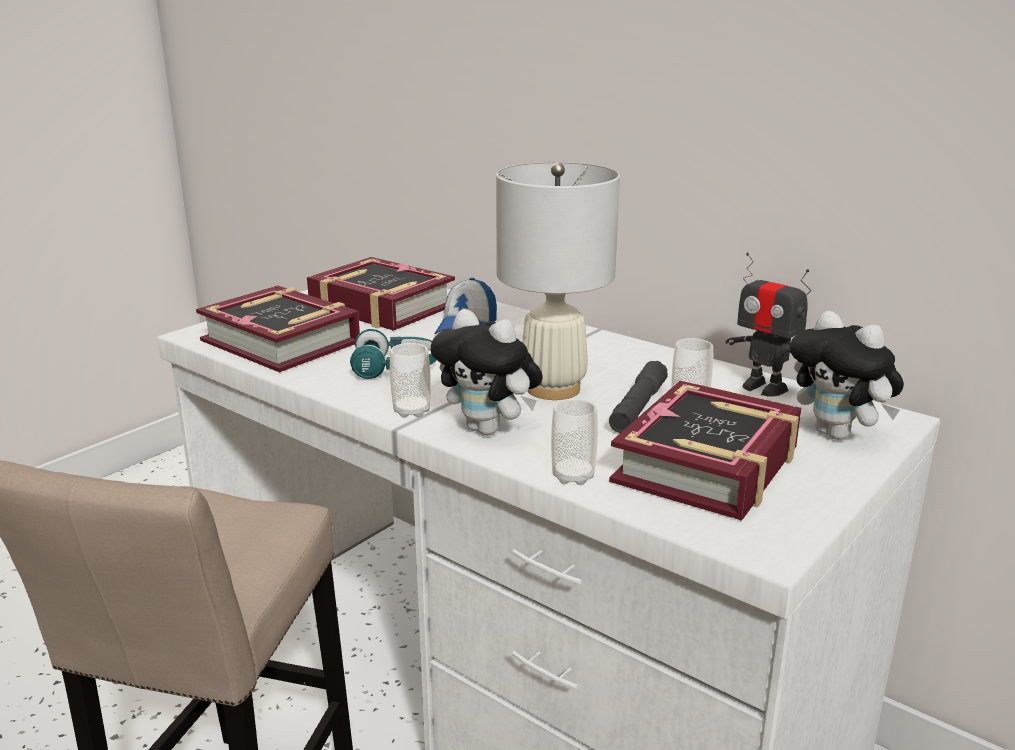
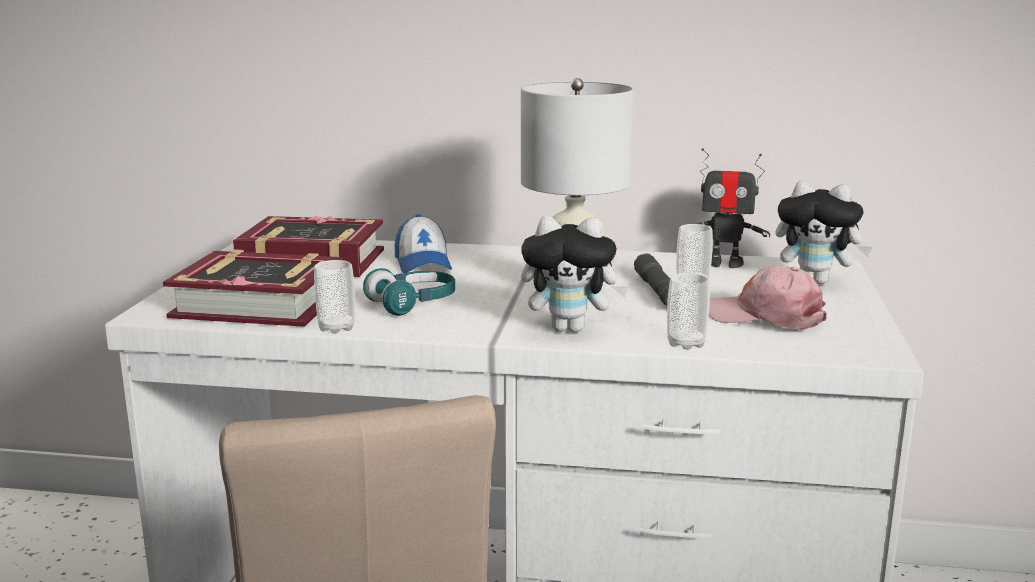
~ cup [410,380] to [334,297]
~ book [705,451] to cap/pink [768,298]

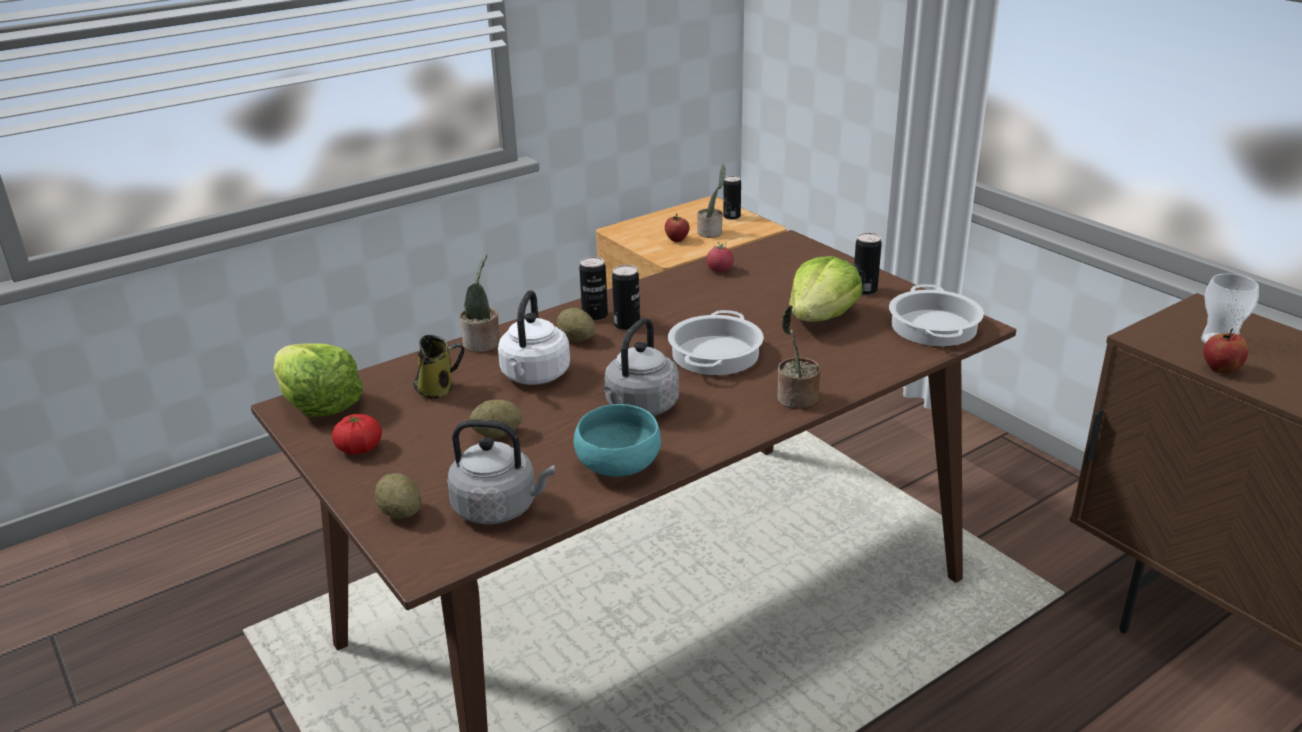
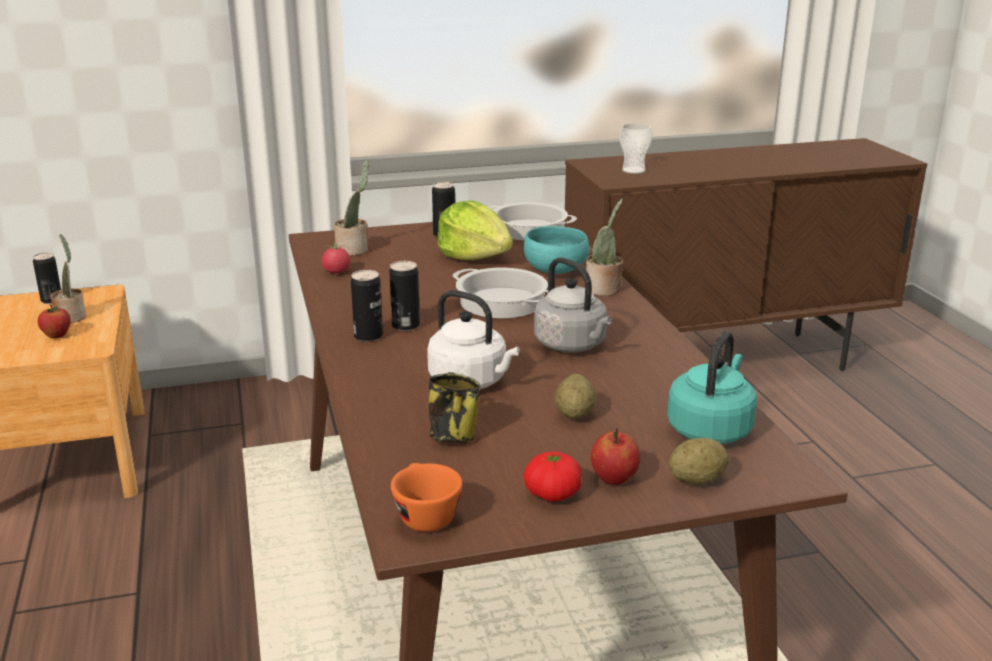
- potato [576,325]
~ potted plant [480,303] to [351,208]
~ bowl/turquoise [617,440] to [556,250]
~ apple [1225,351] to [616,456]
~ lettuce [318,380] to cup/orange [427,497]
~ kettle/grey [501,472] to kettle/turquoise [712,387]

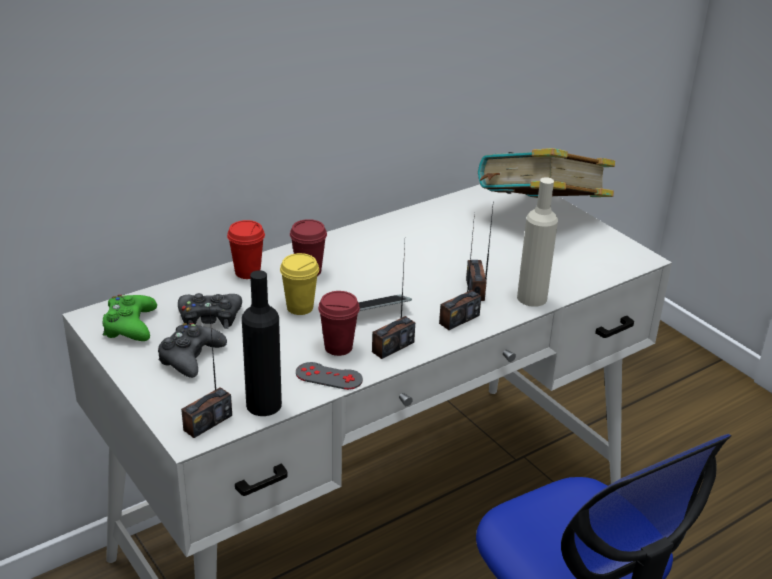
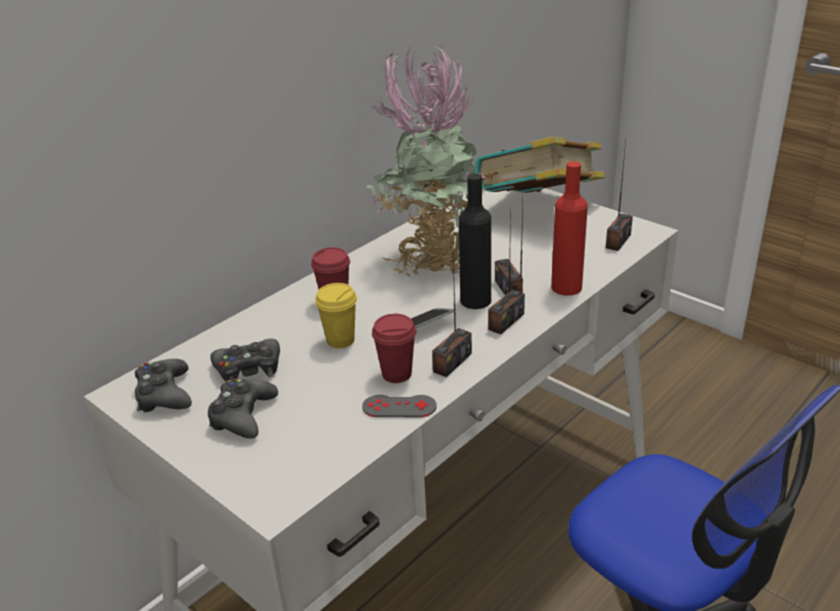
- cup/red [246,249]
+ potted plant [426,161]
~ radio [206,370] to [619,196]
~ bottle/black [262,343] to [475,241]
~ game controller/green [130,318] to game controller/black [163,385]
~ bottle/beige [537,242] to bottle/red [569,228]

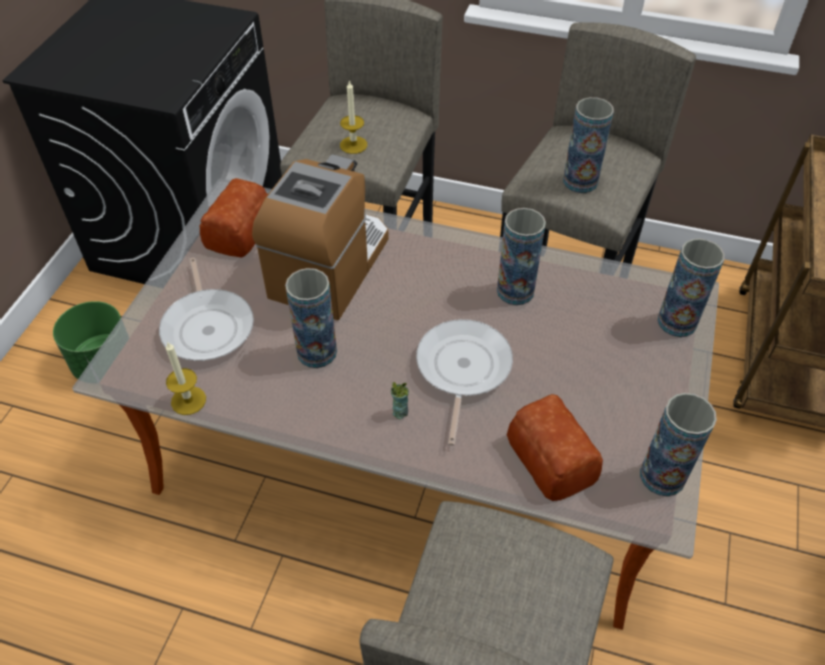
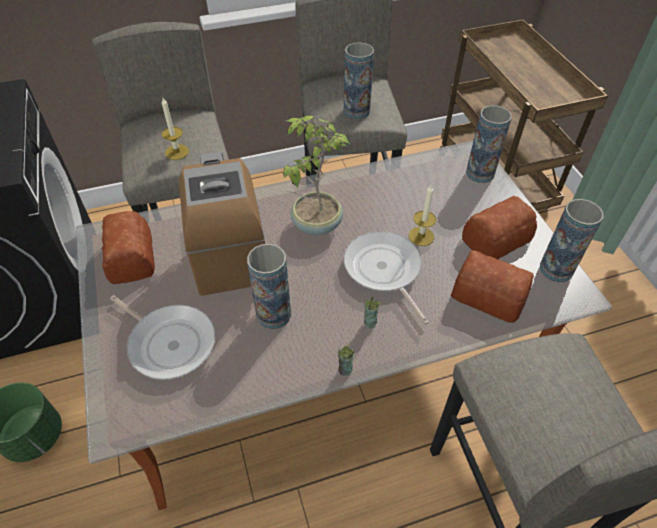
- vase [521,256]
+ potted plant [316,175]
+ cup [346,360]
+ bread [499,227]
~ candle [186,378] to [422,215]

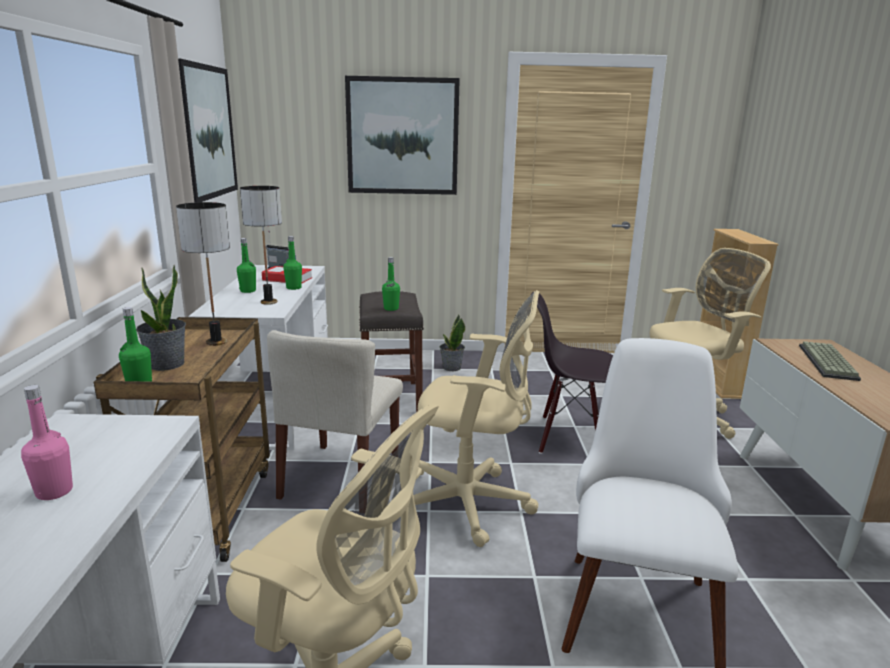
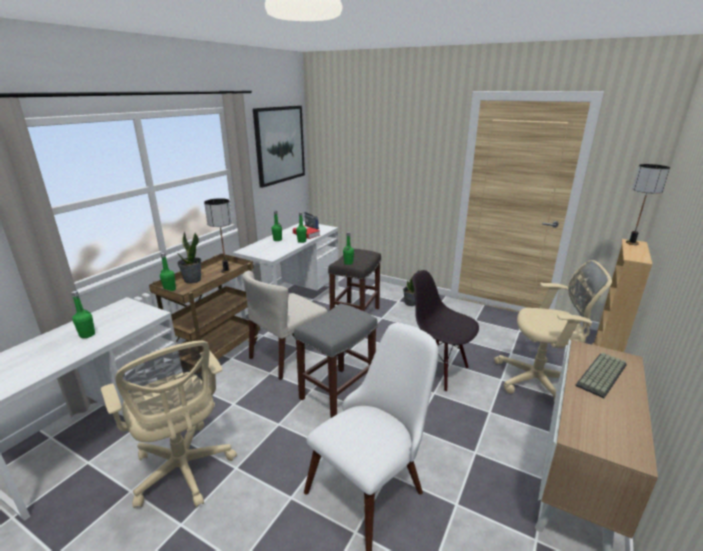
- picture [402,135]
~ table lamp [261,245] to [648,204]
~ office chair/beige [476,418] to stool/grey [335,360]
~ bottle/pink [47,442] to bottle/green [83,314]

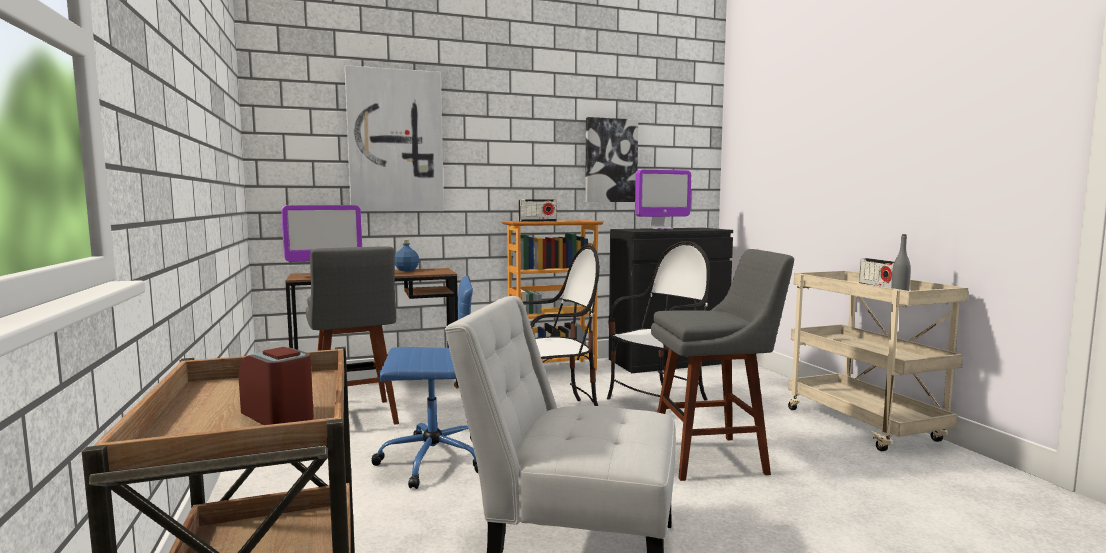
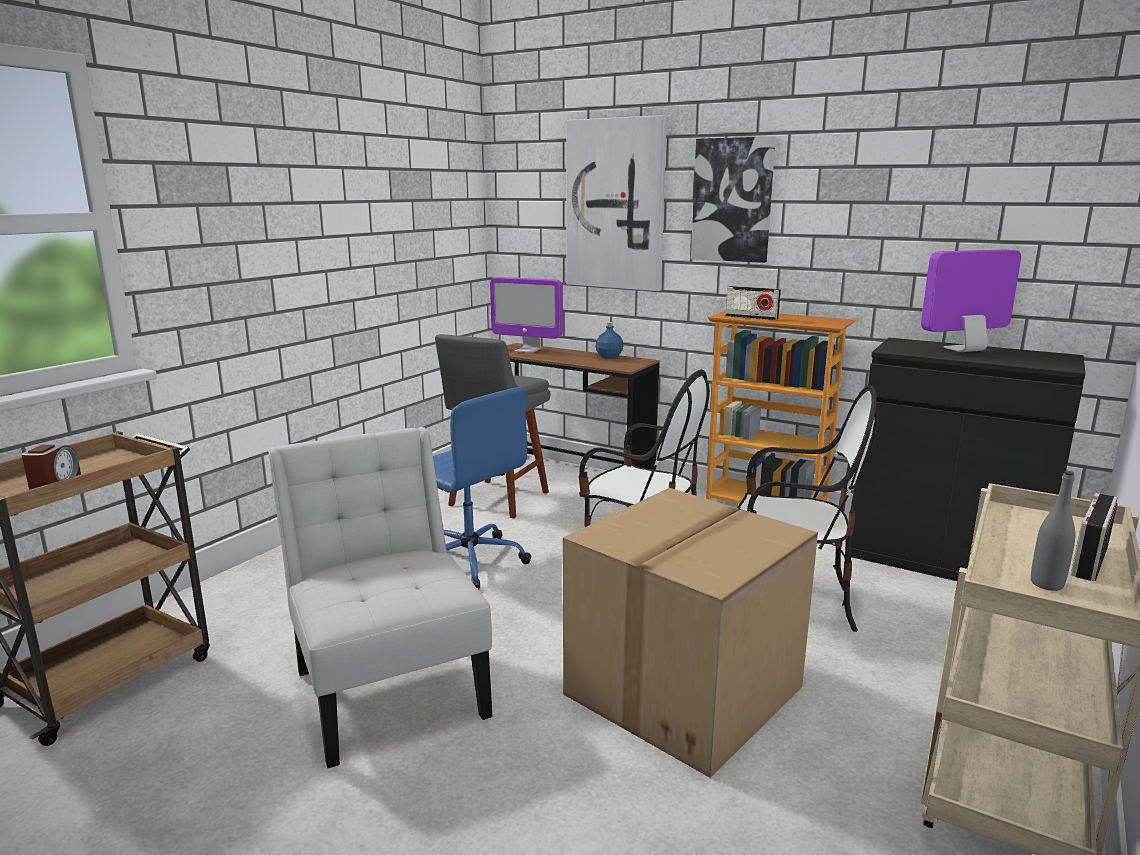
~ picture [611,159] to [733,199]
~ stool/grey [722,365] to cardboard box [690,633]
~ monitor [663,199] = [971,301] 135 degrees clockwise

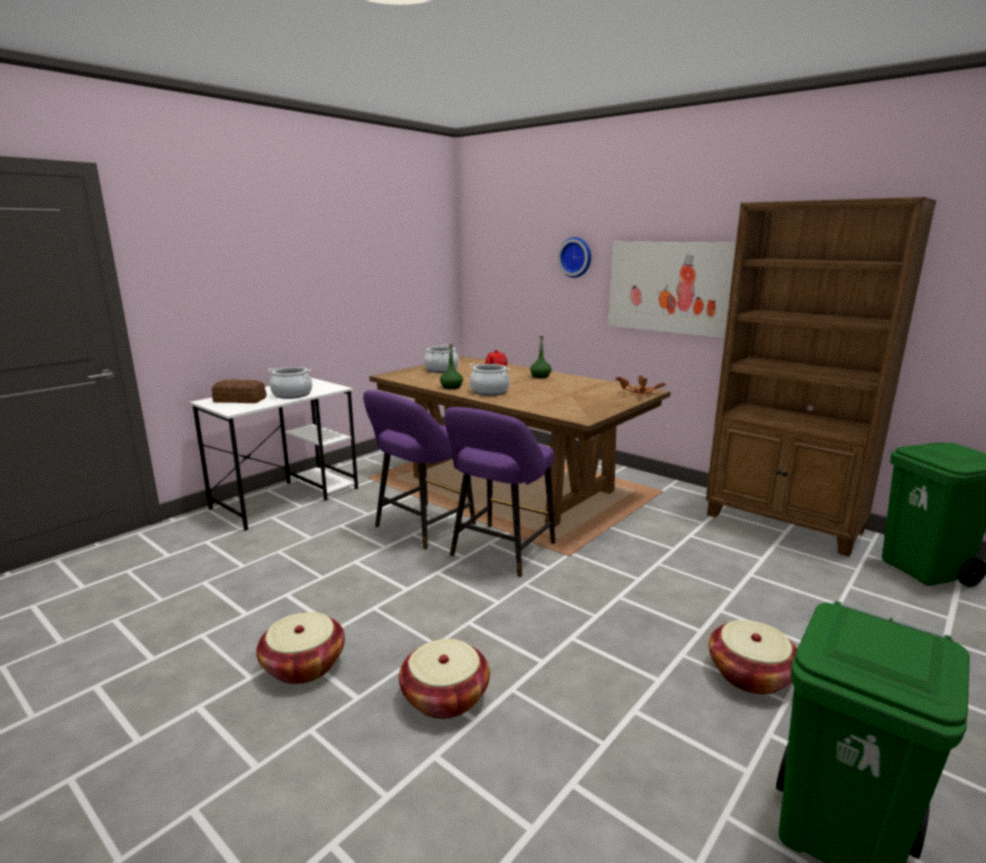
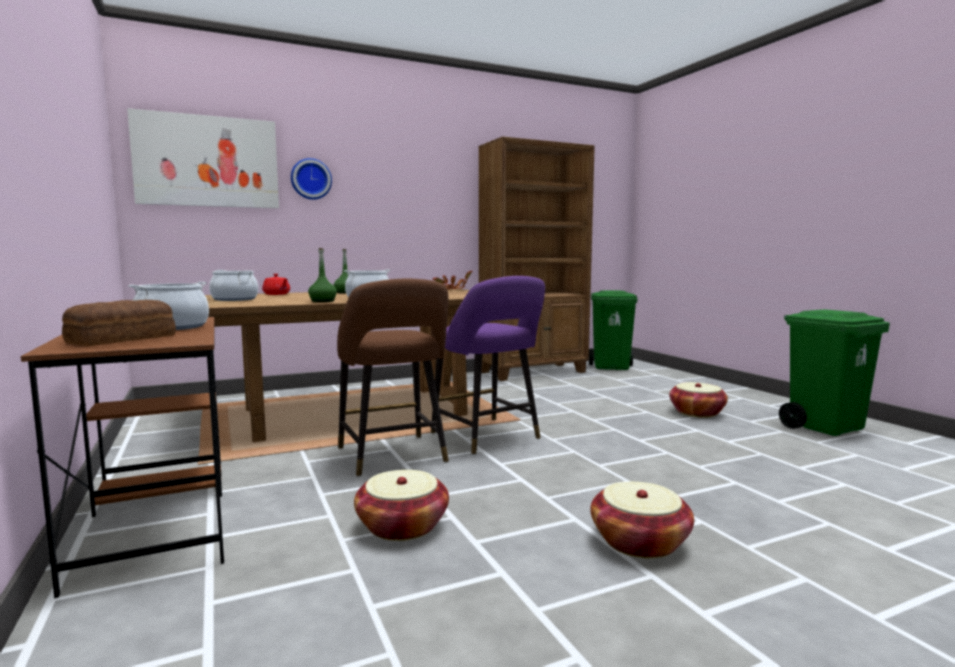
~ basket [444,679] to [401,505]
~ picture [672,290] to [203,158]
~ desk/white [273,454] to desk/brown [122,457]
~ stool/purple [419,470] to stool/brown [393,378]

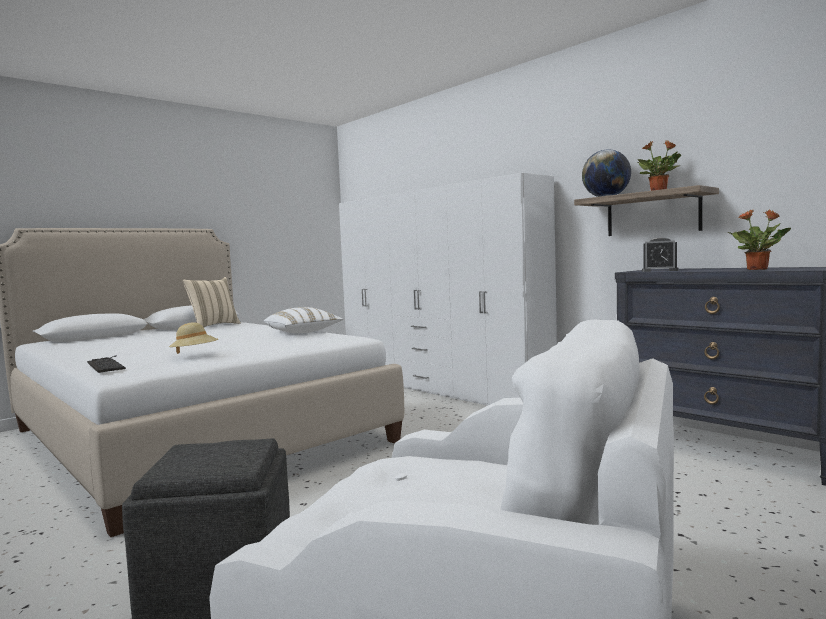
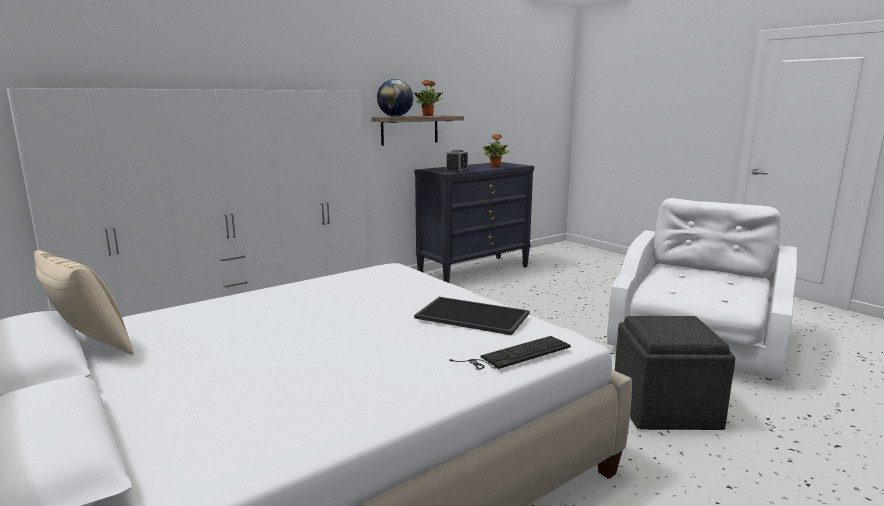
- pillow/white [303,320]
~ hat/beige [193,338] to tray [472,316]

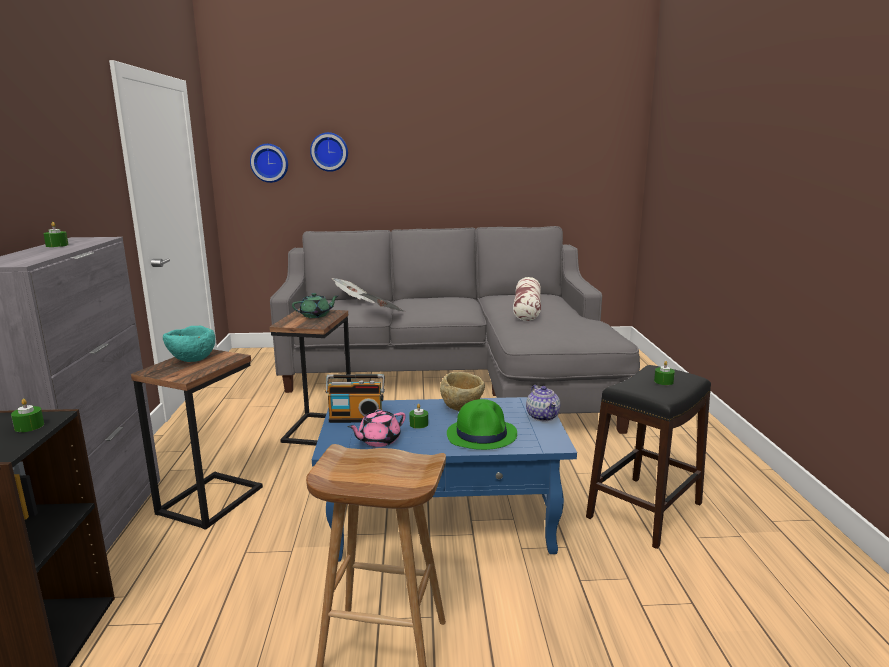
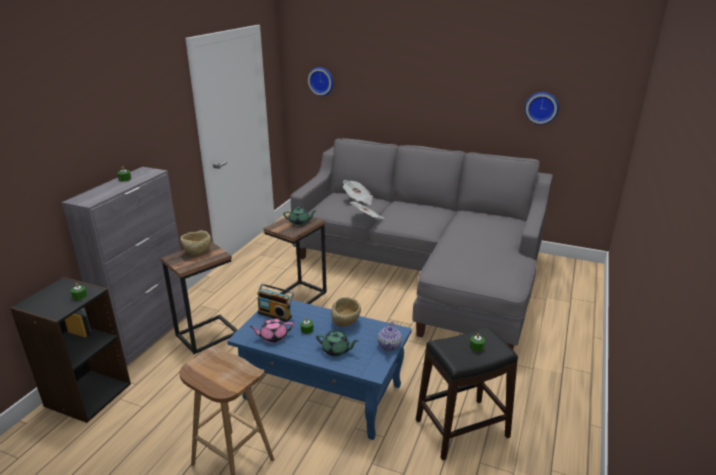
- pillow [527,299]
~ wall clock [329,152] to [542,108]
~ hat/green [482,424] to teapot/green [337,343]
~ bowl/turquoise [189,344] to bowl/beige [195,242]

